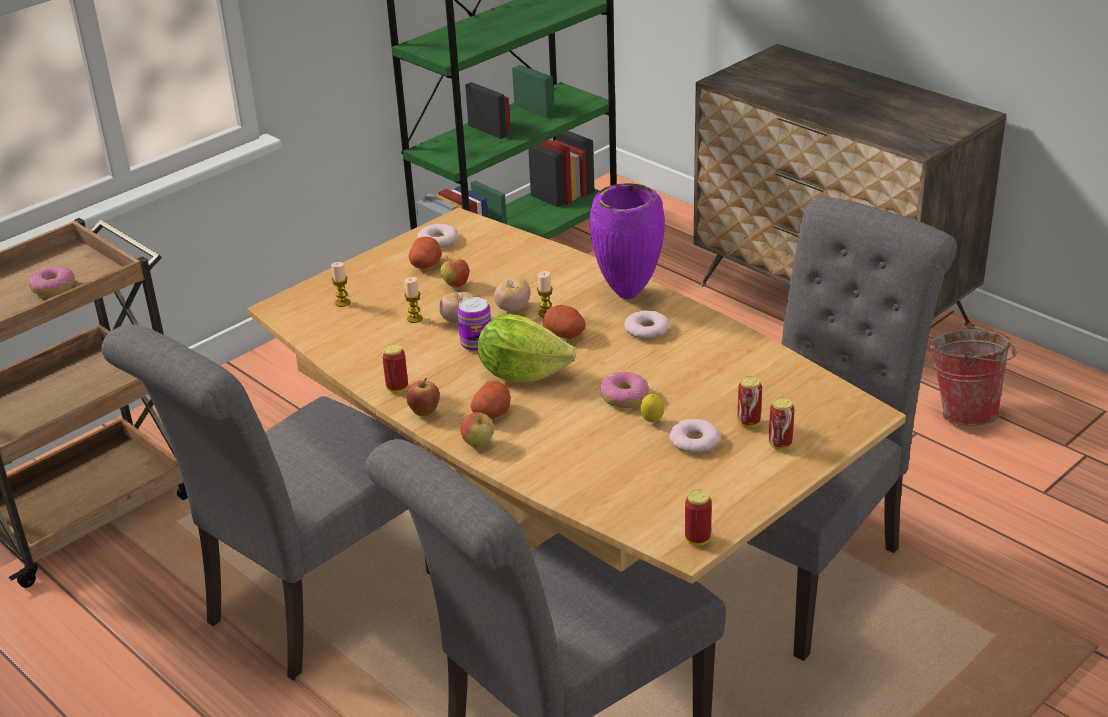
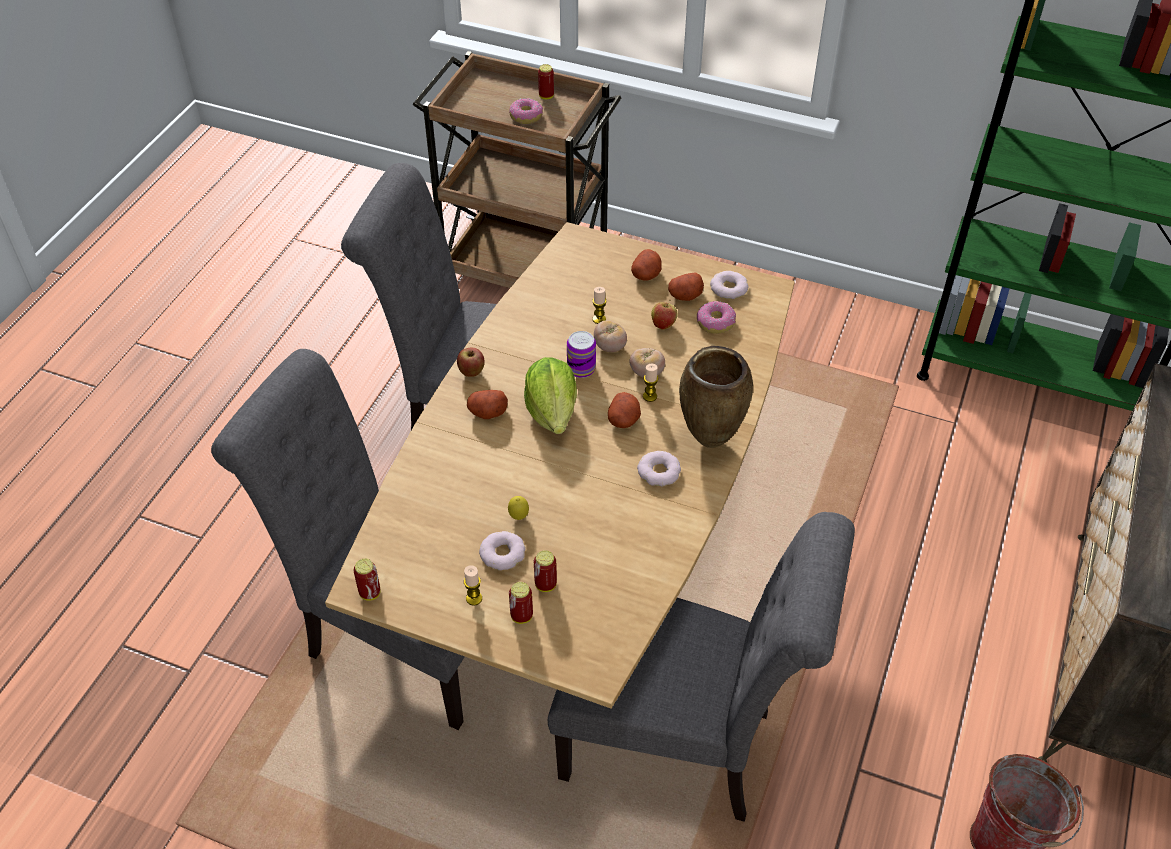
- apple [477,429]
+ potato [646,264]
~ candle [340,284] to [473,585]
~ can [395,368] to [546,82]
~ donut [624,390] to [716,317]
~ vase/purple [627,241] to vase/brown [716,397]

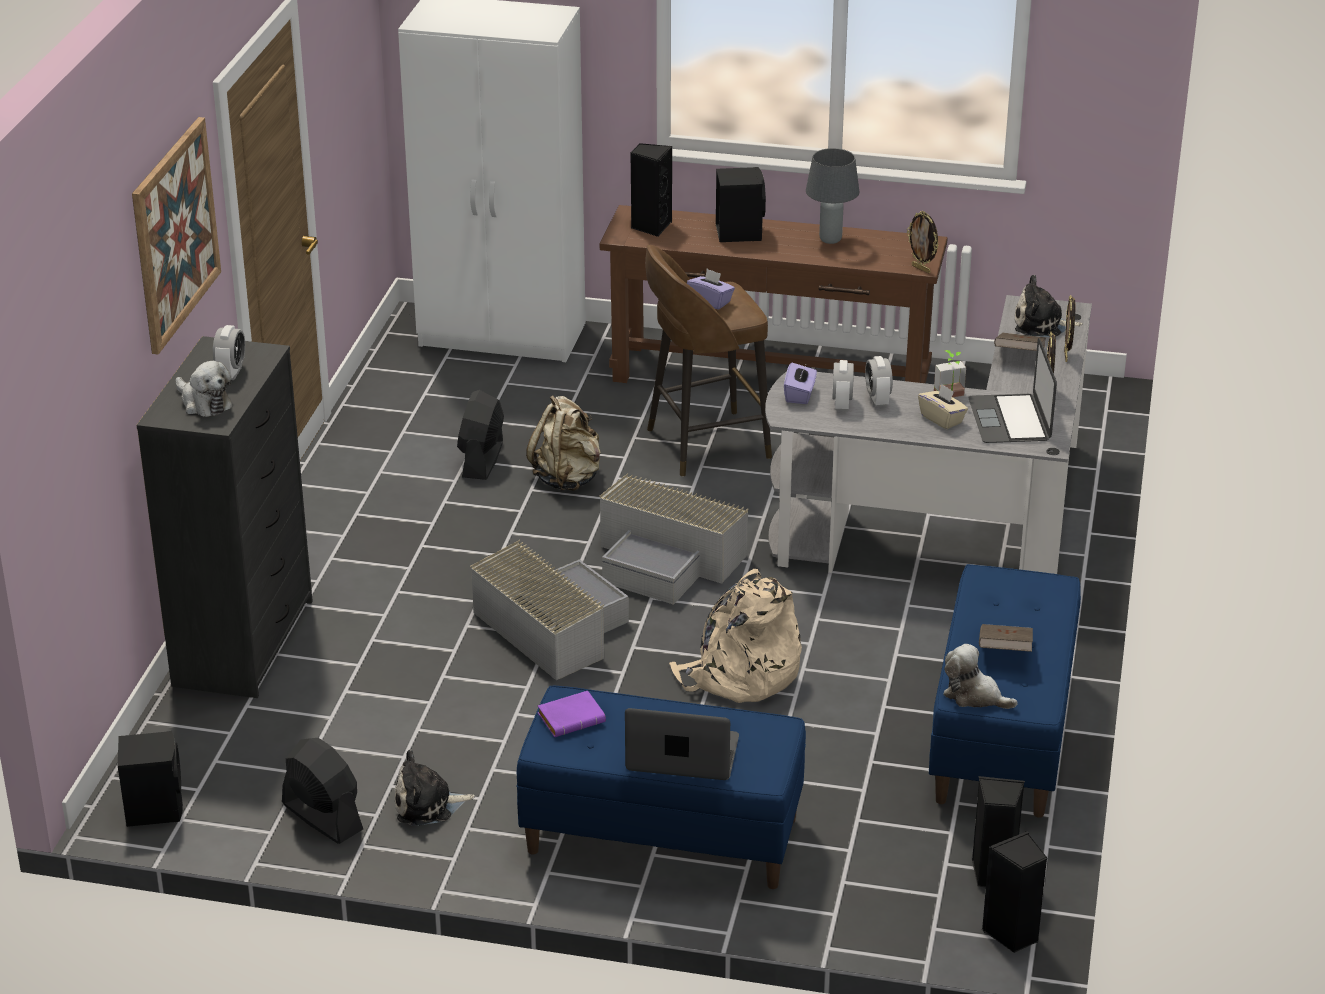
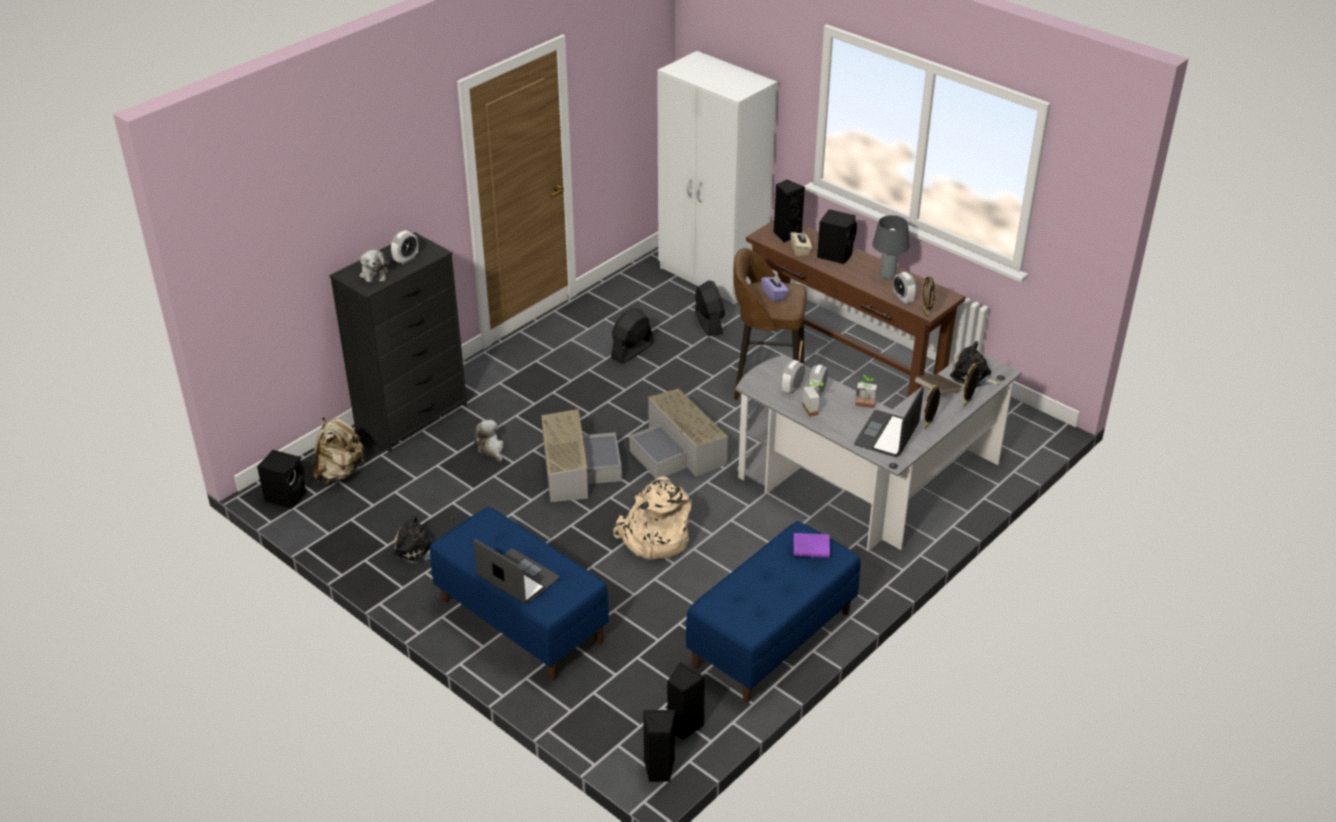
- picture [176,236]
- tissue box/purple [800,383]
- book/brown [1006,638]
+ potted plant [812,398]
+ alarm clock [904,288]
~ fan/black [322,791] to [710,308]
~ backpack/beige [563,443] to [339,451]
~ book/purple [572,714] to [811,545]
~ tissue box/beige [943,406] to [801,243]
~ plush toy [980,676] to [489,441]

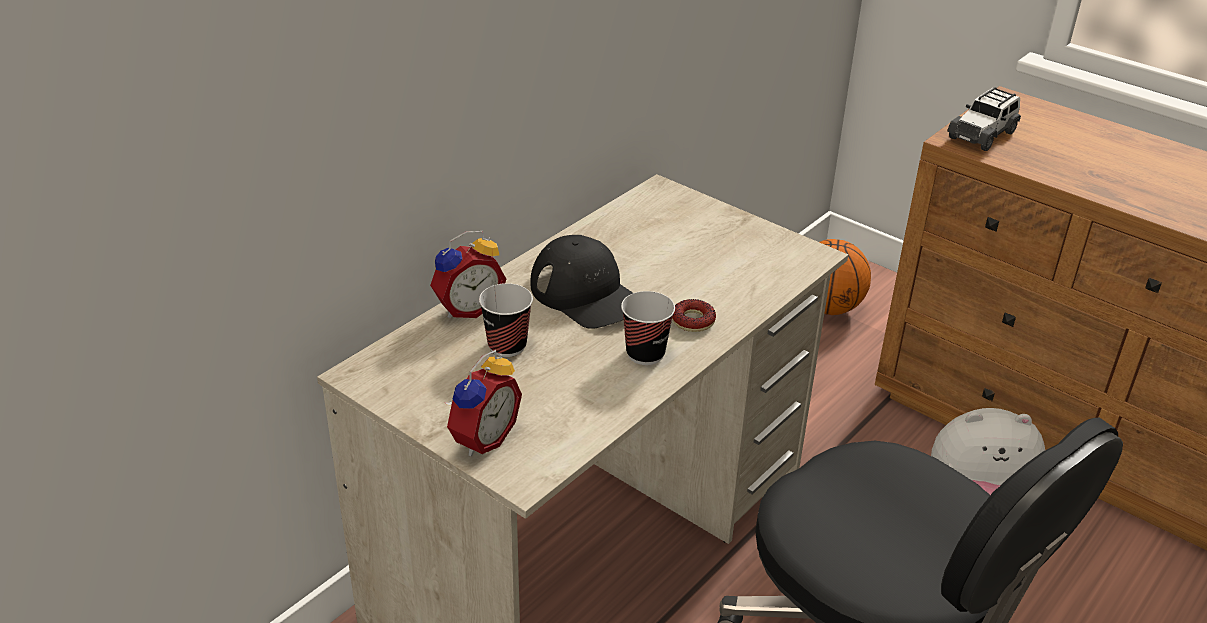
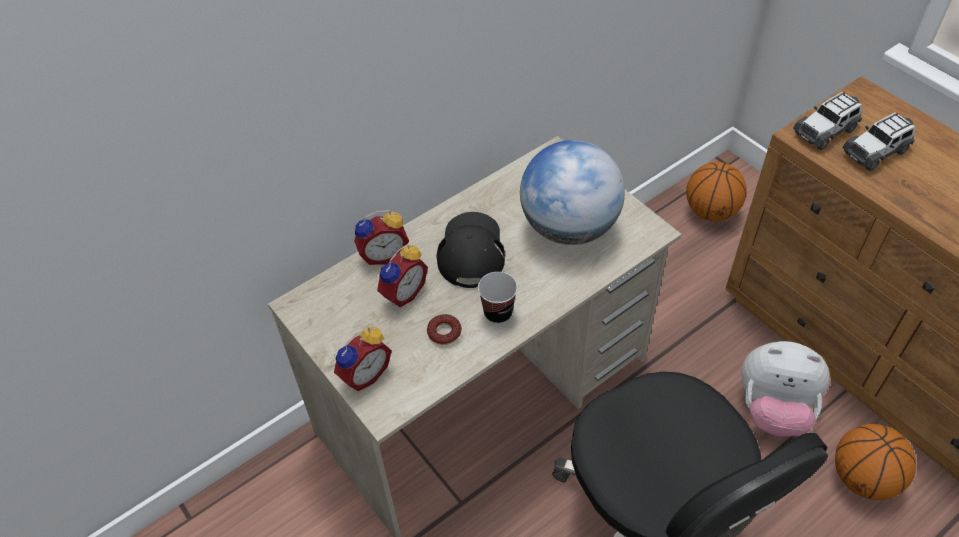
+ globe [572,192]
+ basketball [875,462]
+ toy car [879,141]
~ donut [694,315] to [444,329]
~ cup [506,320] to alarm clock [402,275]
~ cap/black [581,282] = [471,250] 150 degrees counterclockwise

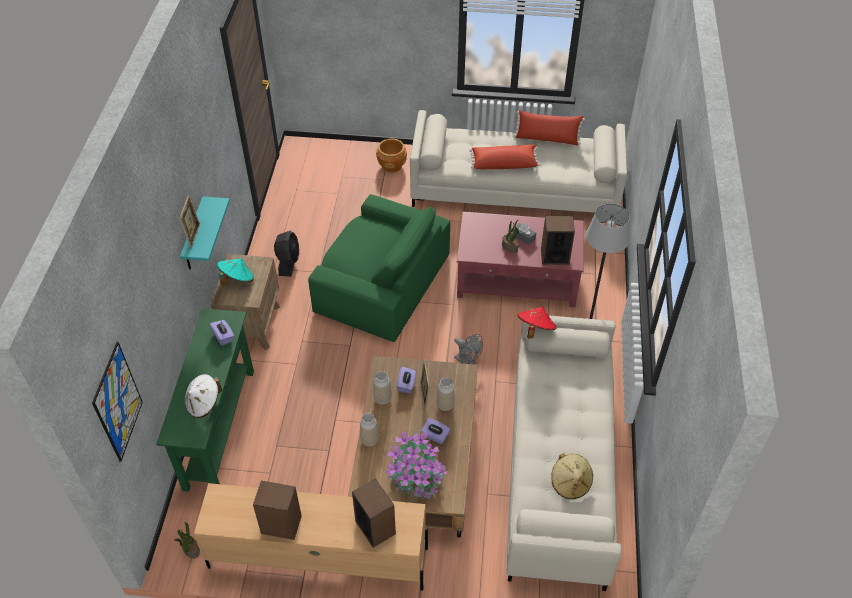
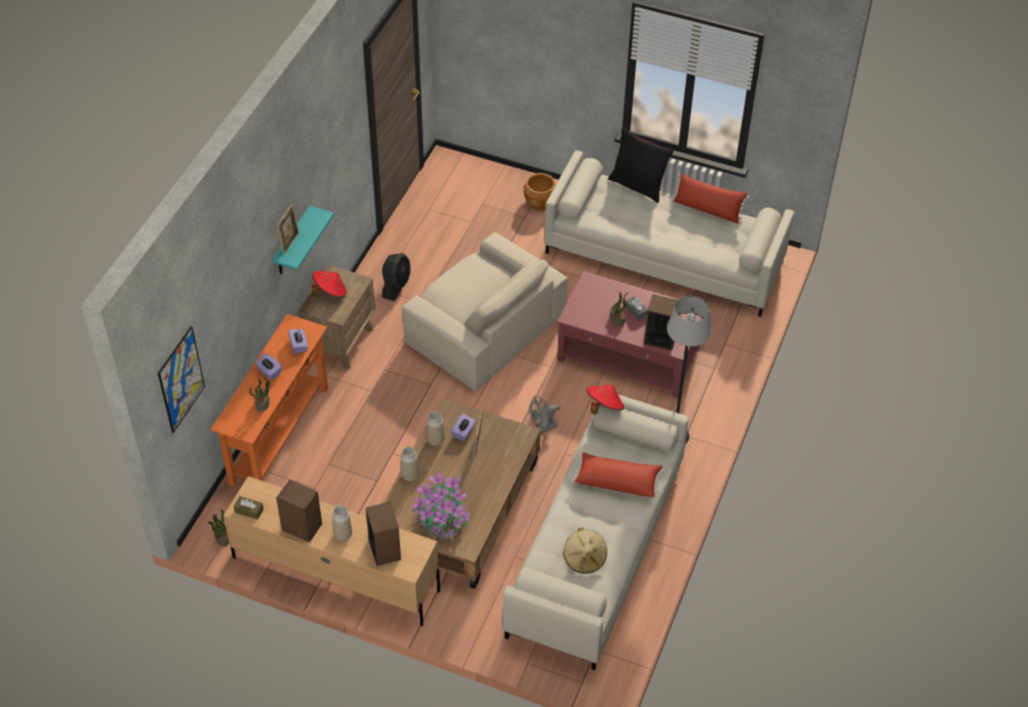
+ tissue box/brown [248,507]
+ pillow/black [641,165]
~ tissue box/purple [436,431] to [268,366]
~ vase [446,394] to [342,523]
~ pillow/red [504,156] to [618,475]
~ hat/white [203,396] to potted plant [259,394]
~ console table/green [205,400] to console table/orange [269,400]
~ hat/turquoise [235,272] to hat/red [329,284]
~ armchair/green [379,268] to armchair/beige [485,311]
~ fan/grey [468,349] = [544,415] 90 degrees clockwise

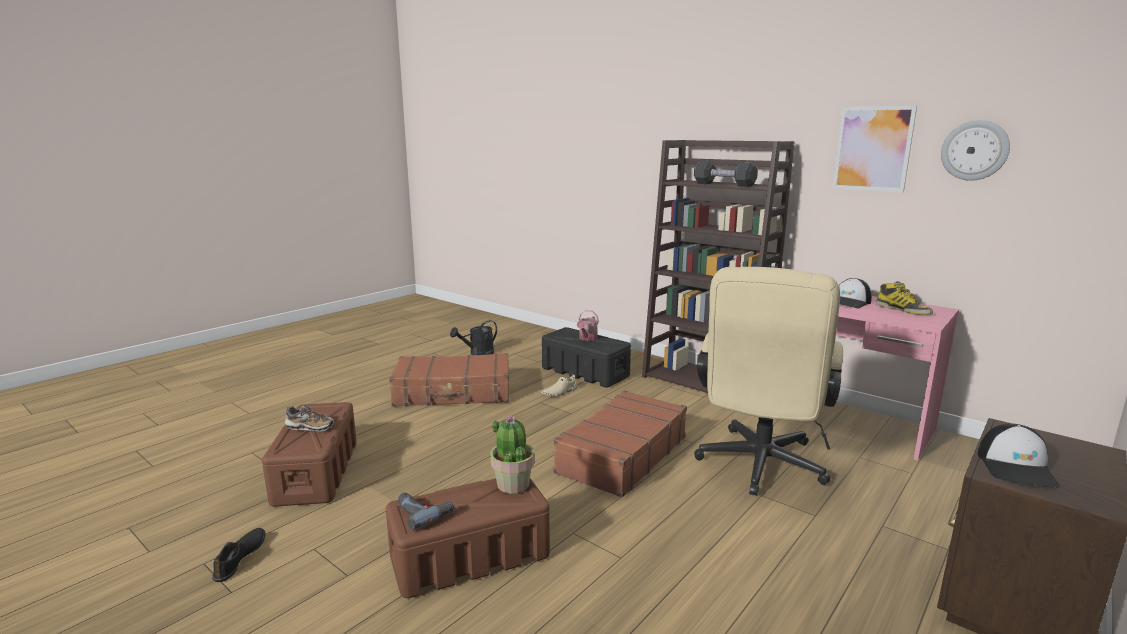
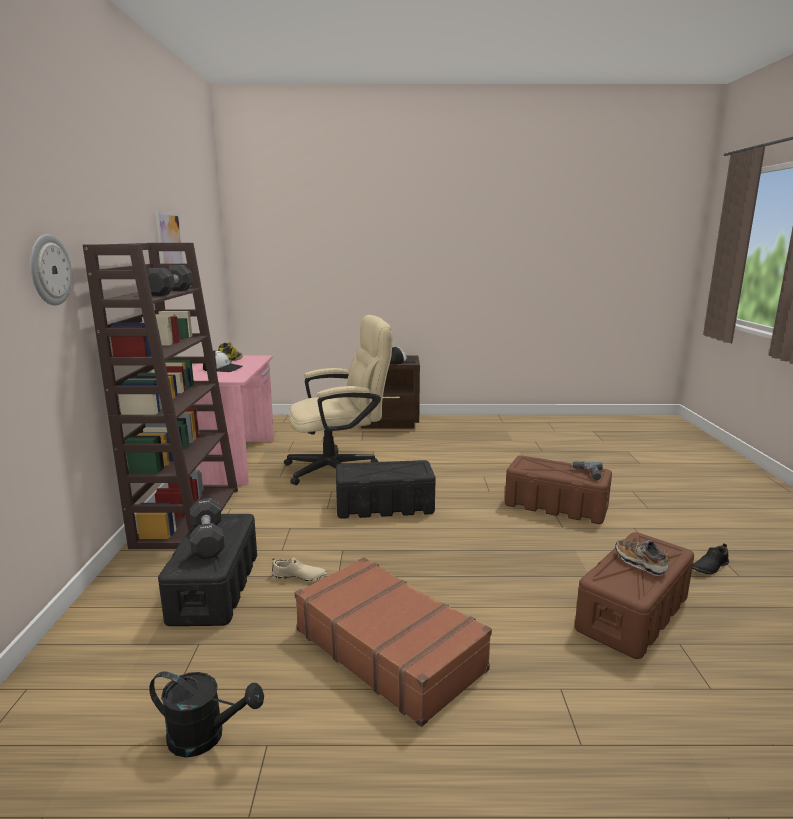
- potted plant [512,454]
~ wall clock [975,150] to [51,270]
~ suitcase/brown [620,443] to storage box/black [386,489]
~ watering can [588,325] to dumbbell/black [207,528]

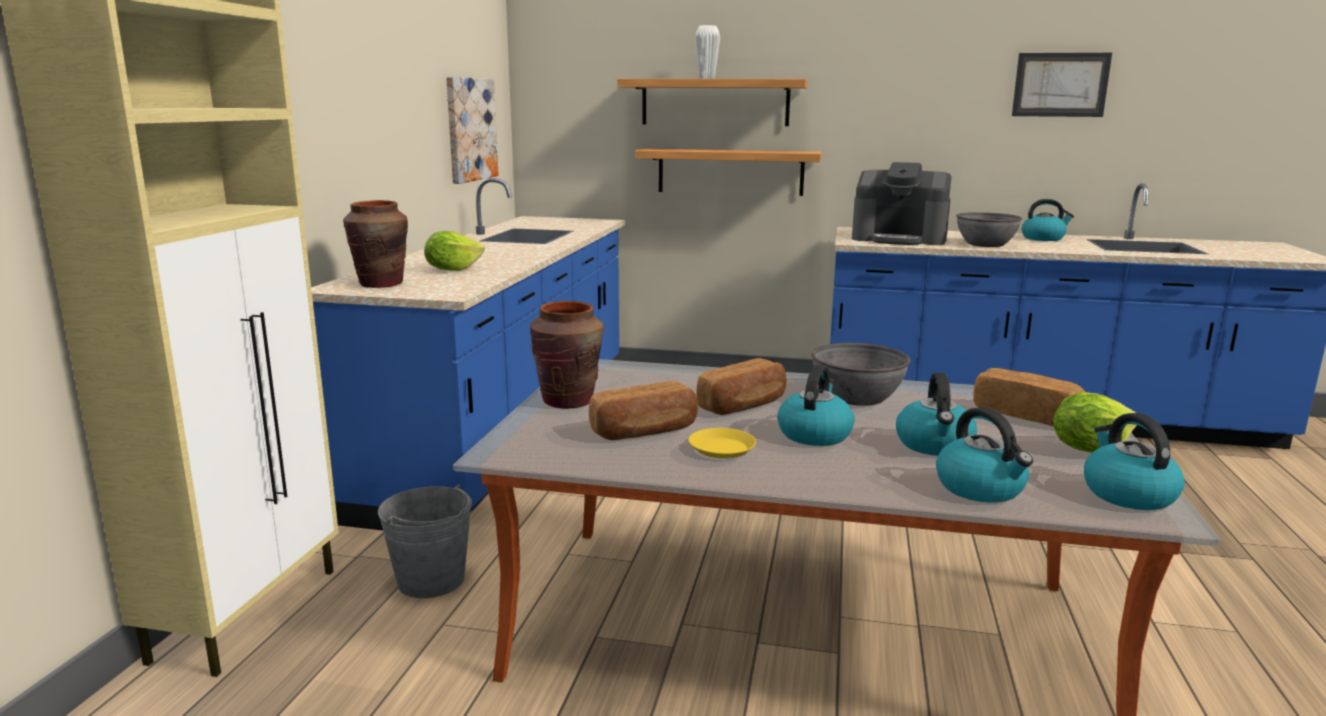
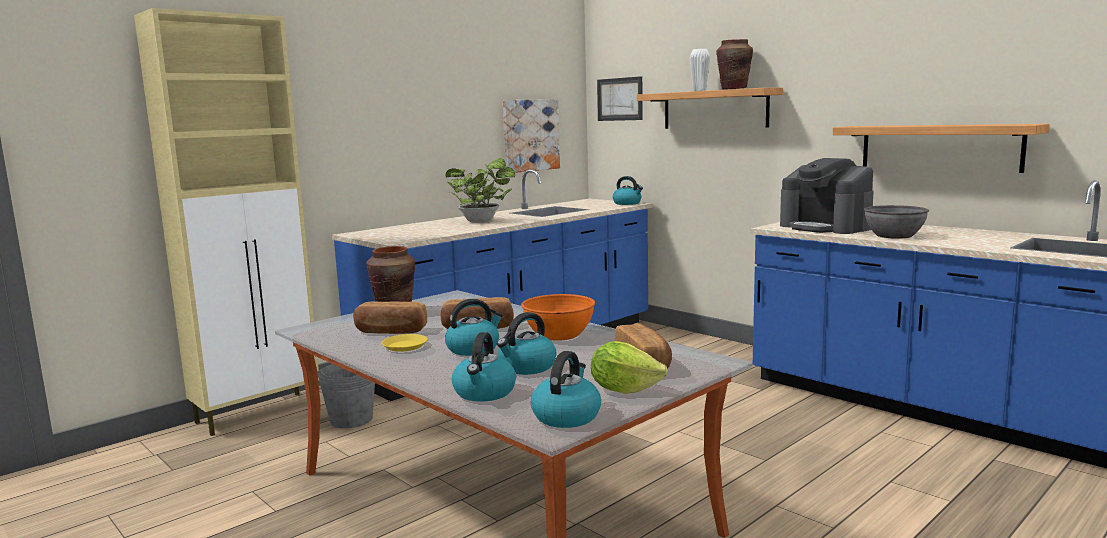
- lettuce [454,251]
+ potted plant [480,190]
~ vase/brown [375,244] to [734,64]
~ shelf [728,172] to [941,148]
~ picture [1062,85] to [620,98]
~ kettle [1048,220] to [628,190]
~ bowl/grey [861,374] to bowl/orange [558,317]

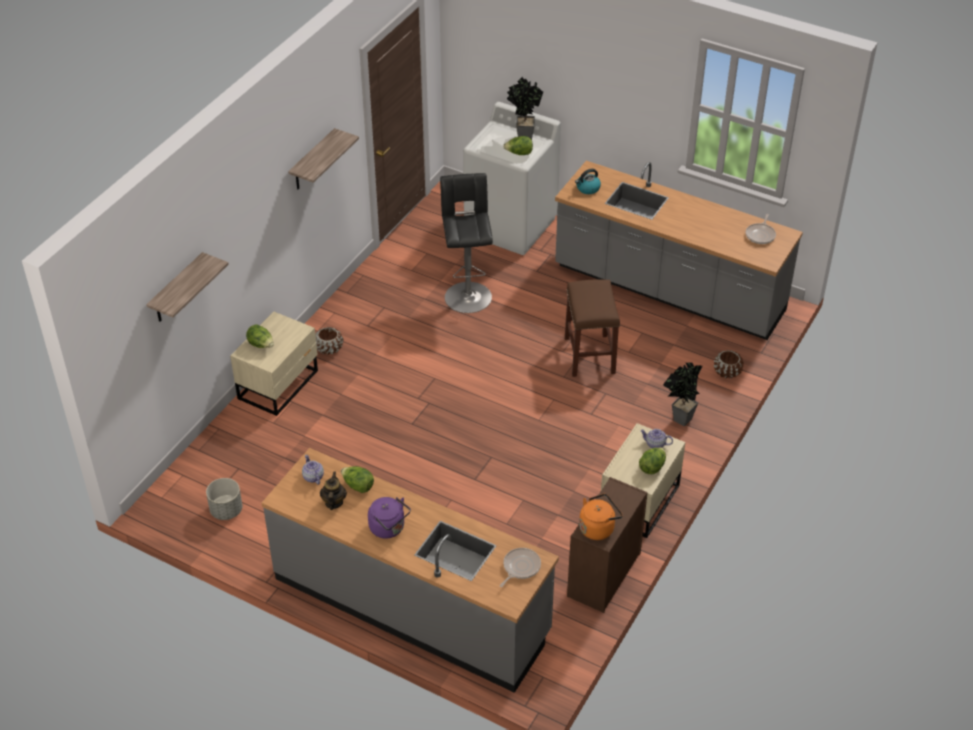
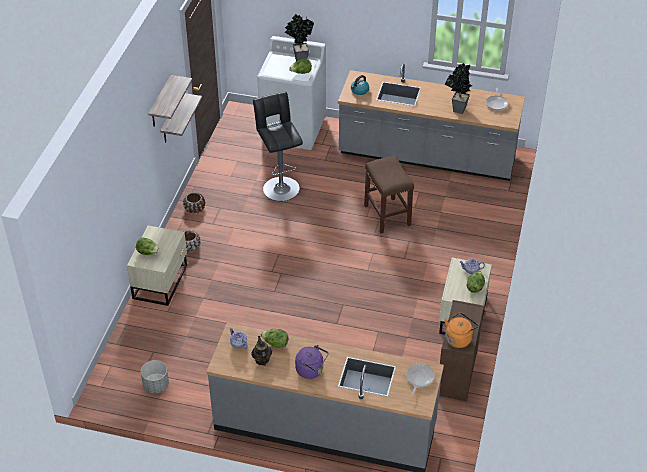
~ shelf [187,287] to [181,118]
~ potted plant [682,394] to [458,88]
~ planter/brown [729,364] to [194,202]

